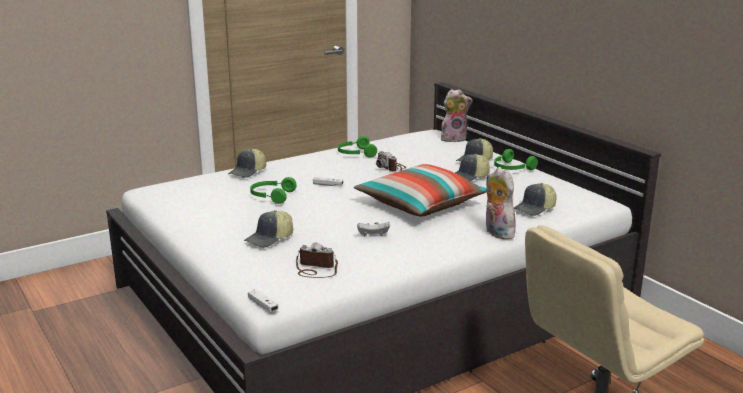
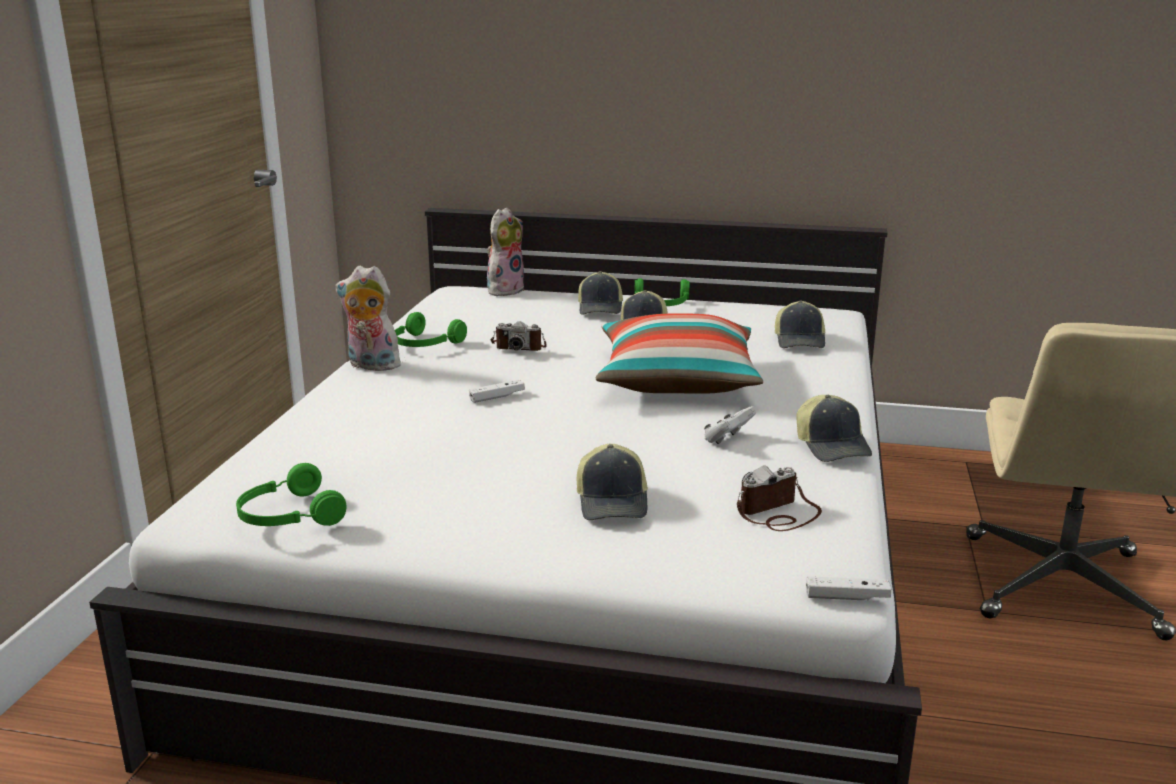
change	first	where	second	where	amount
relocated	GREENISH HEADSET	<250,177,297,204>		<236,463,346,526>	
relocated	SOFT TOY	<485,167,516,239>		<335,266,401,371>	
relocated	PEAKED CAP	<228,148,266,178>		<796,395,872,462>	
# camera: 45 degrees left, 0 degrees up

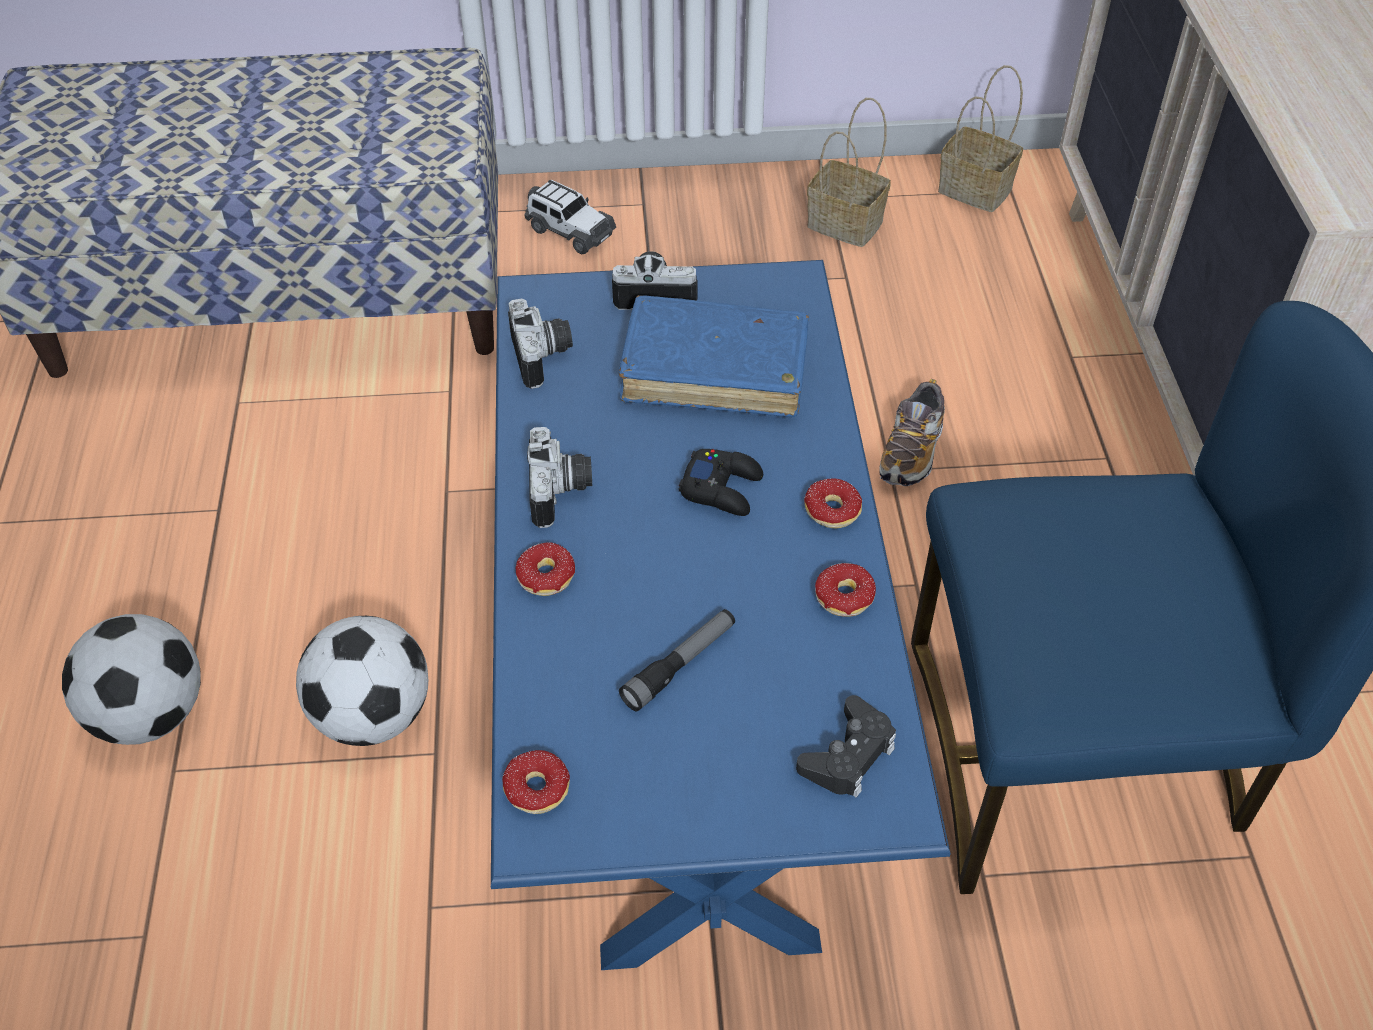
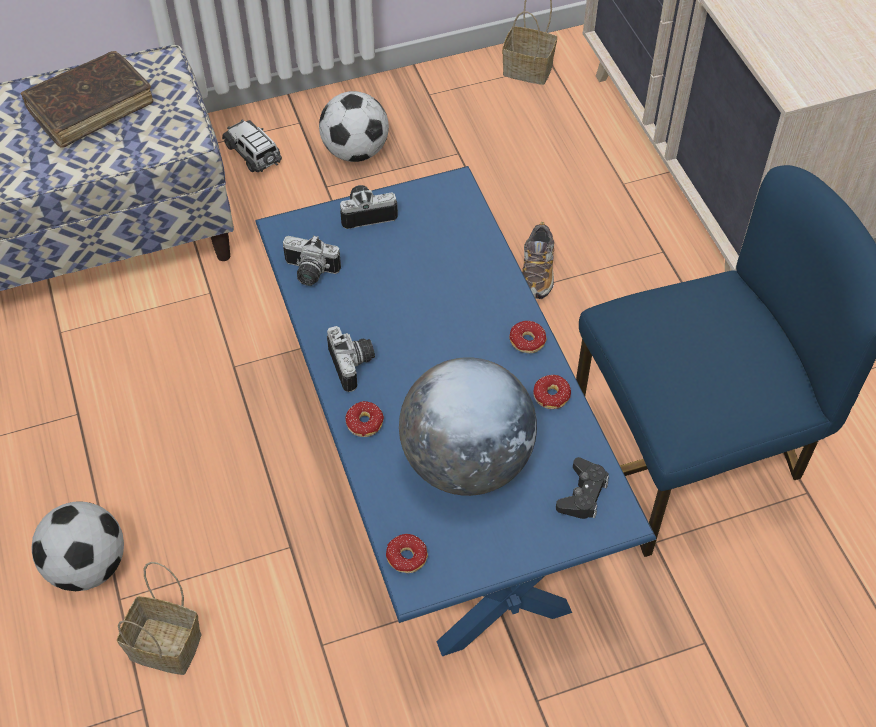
change	first	where	second	where	amount
appeared			BROWN VOLUME	<20,51,153,148>	
relocated	BASKET	<807,98,891,247>		<117,562,201,675>	
spun	MODEL CAR	<524,180,616,254>		<222,119,282,172>	150 degrees counterclockwise
spun	STILL CAMERA	<508,298,573,389>		<283,235,341,286>	135 degrees clockwise
relocated	FOOTBALL BALL	<296,616,429,746>		<319,91,389,162>	
exchanged	TORCH	<619,609,735,712>	DESK GLOBE	<399,357,537,496>	
missing	BLUISH VOLUME	<619,295,809,417>			
missing	BLACK GAME CONTROLLER	<679,449,763,516>			
# camera: 15 degrees left, 5 degrees up

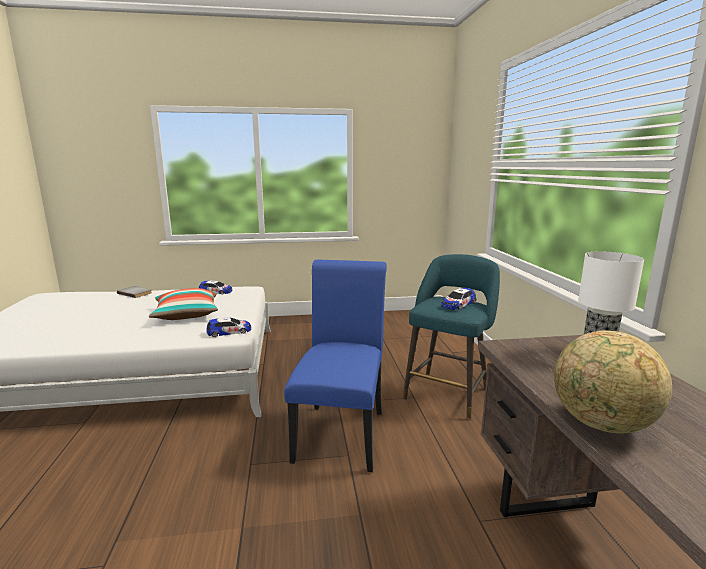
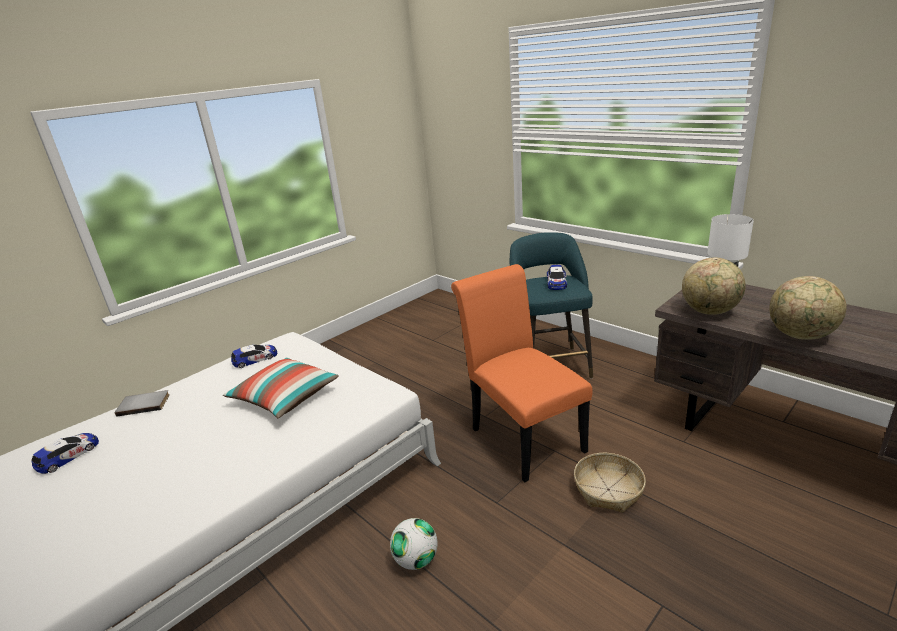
change	first	where	second	where	amount
relocated	MODEL CAR	<206,317,251,337>		<31,433,99,474>	
appeared			FOOTBALL BALL	<390,518,437,570>	
colour	BLUISH UPRIGHT CHAIR	<284,260,387,472>	ORANGEY UPRIGHT CHAIR	<451,264,592,482>	
appeared			BASKET	<574,453,646,513>	
appeared			DESK GLOBE	<682,258,746,315>	
# camera: 35 degrees left, 10 degrees up

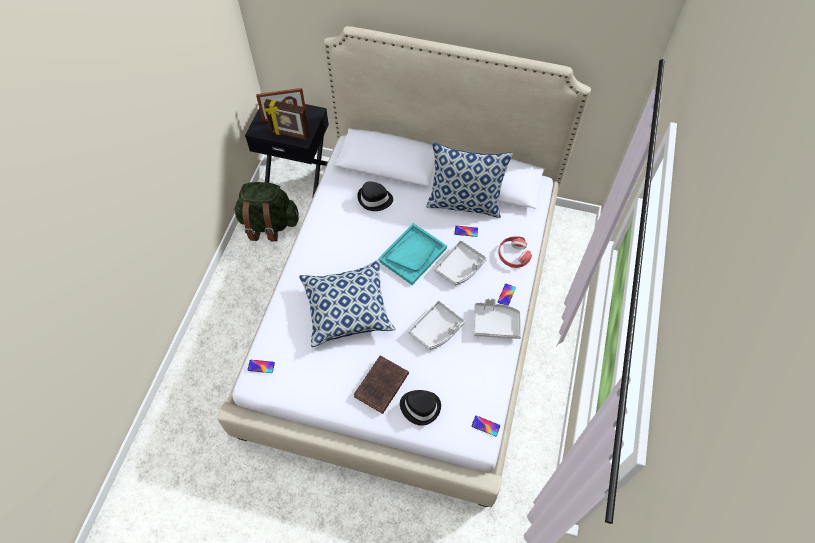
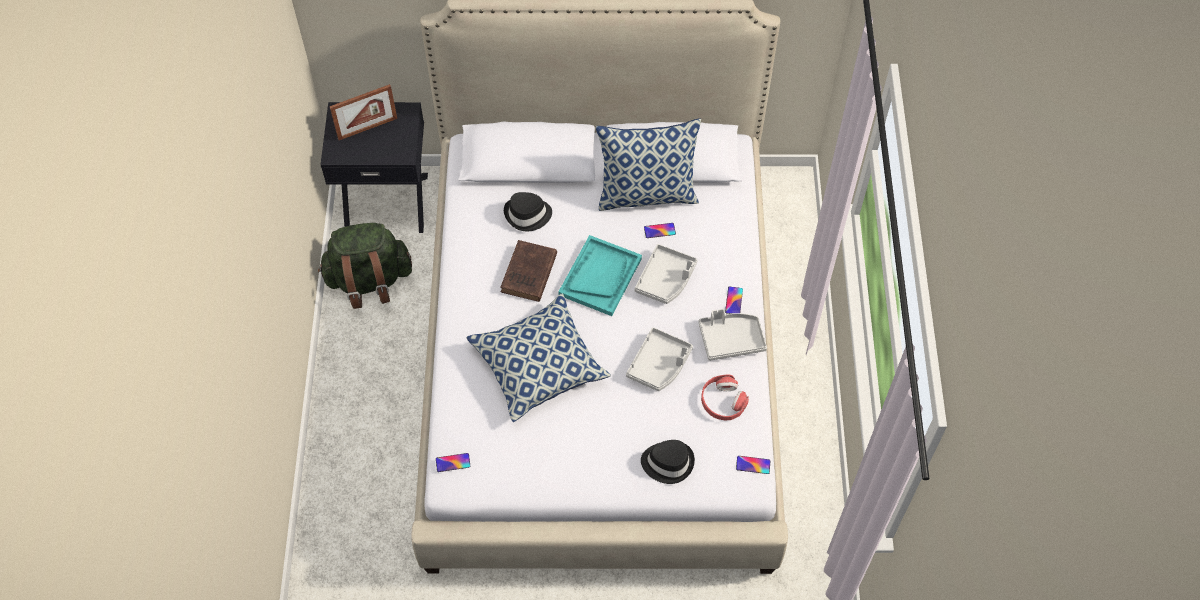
change	first	where	second	where	amount
relocated	BROWN VOLUME	<354,356,409,414>		<500,240,557,302>	
relocated	RED HEADSET	<498,236,532,268>		<701,375,749,421>	
missing	PHOTO FRAME	<264,99,310,141>			
# camera: 15 degrees left, 0 degrees up

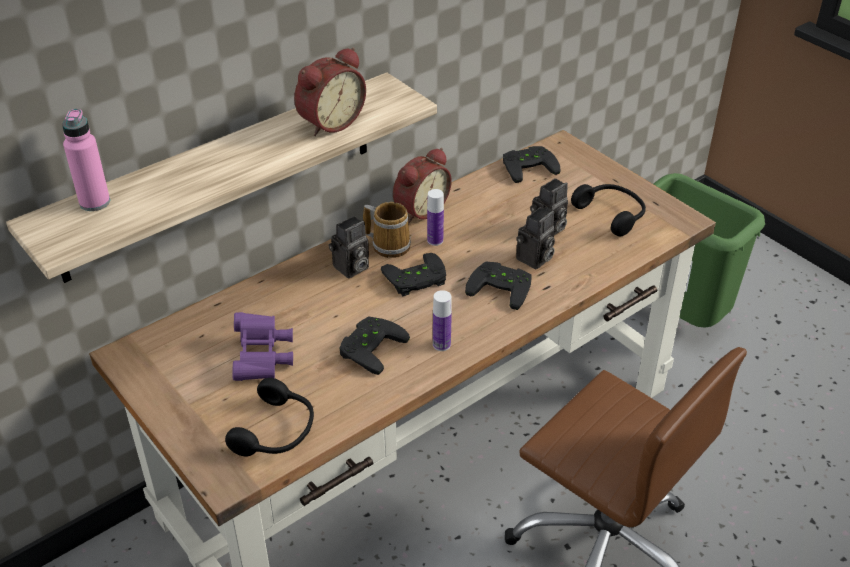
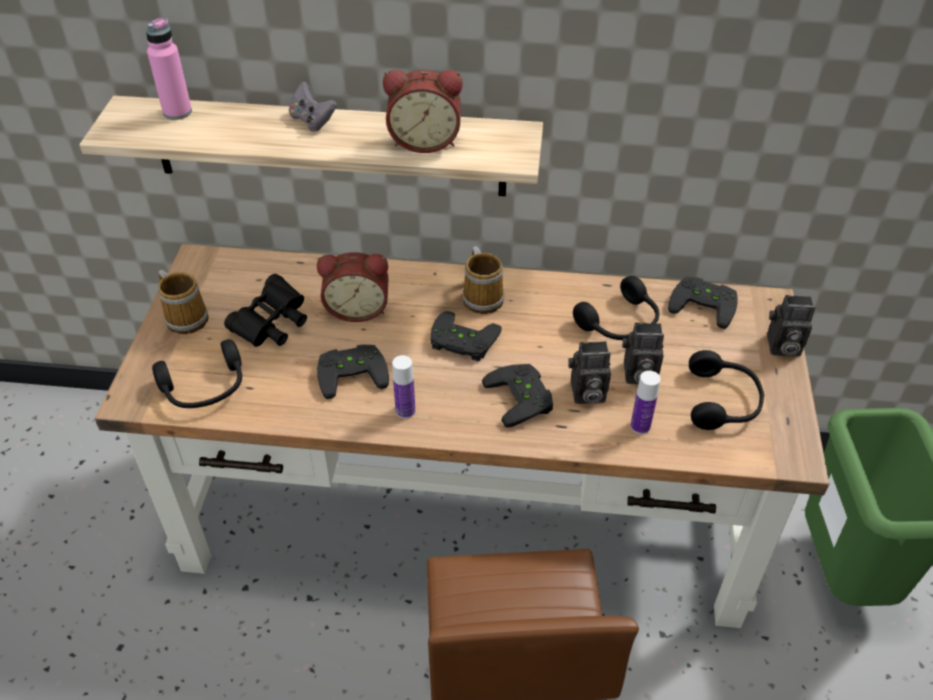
change	first	where	second	where	amount
appeared			TEA MUG	<158,270,209,334>	
colour	PURPLISH BINOCULARS	<233,312,293,381>	BLACK BINOCULARS	<224,274,307,347>	
appeared			GRAY GAME CONTROLLER	<289,81,337,131>	
relocated	ALARM CLOCK	<393,148,452,223>		<317,252,388,322>	
appeared			BLACK HEADSET	<573,276,659,340>	
relocated	DRINK BOTTLE	<427,189,444,246>		<630,371,661,434>	
relocated	STILL CAMERA	<329,216,369,279>		<767,295,816,357>	
# camera: 45 degrees right, 5 degrees up

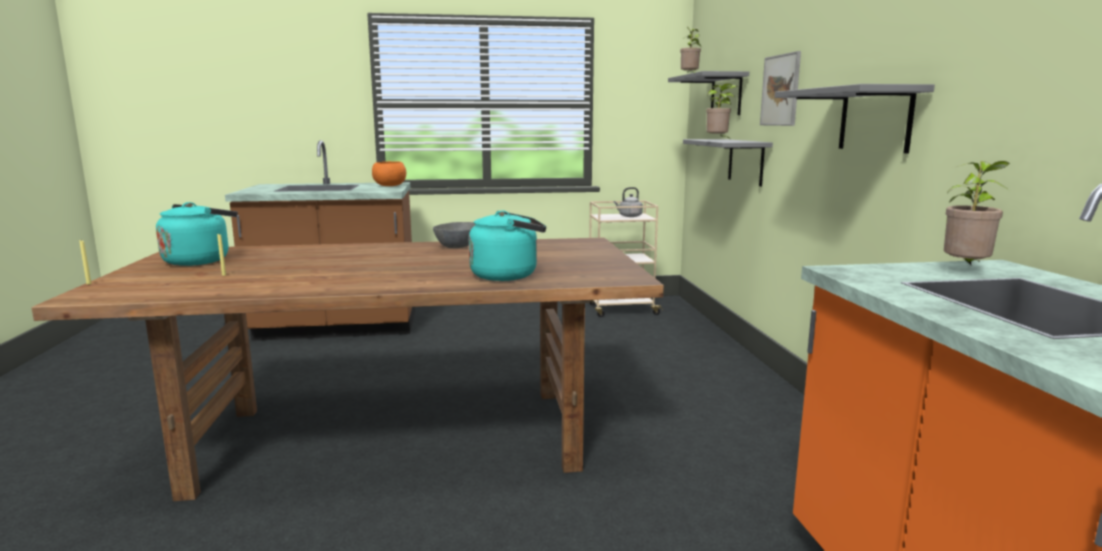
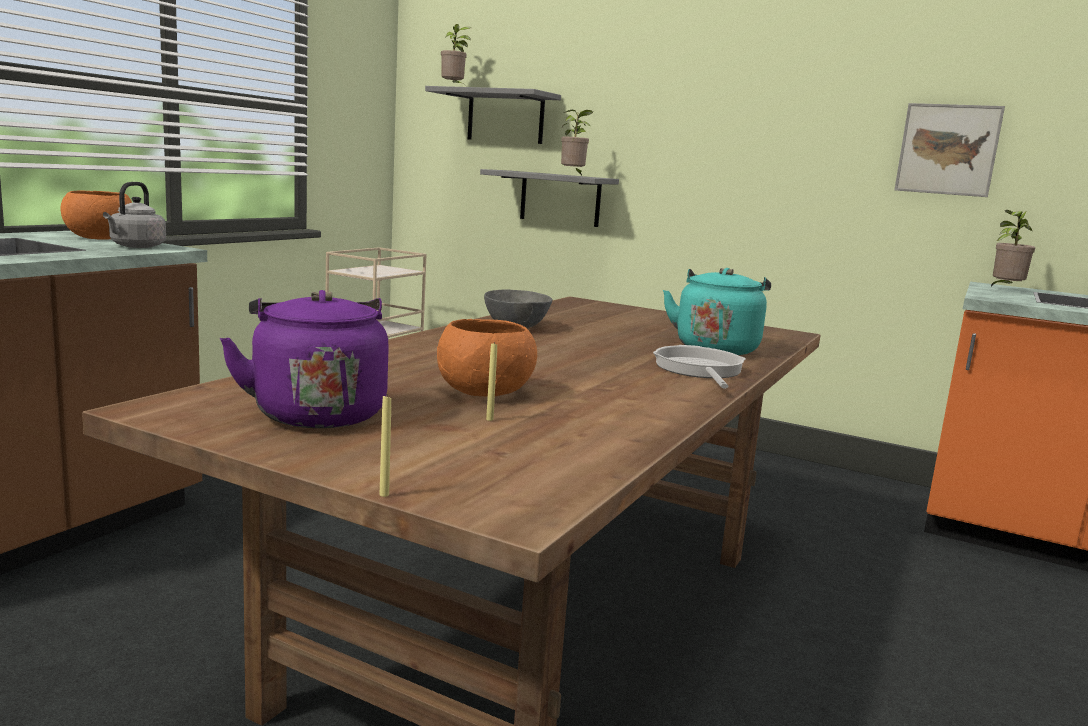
change	first	where	second	where	amount
relocated	GRAY WATER KETTLE	<614,187,643,217>		<103,182,166,248>	
colour	TURQUOISE WATER KETTLE	<156,202,238,266>	PURPLISH WATER KETTLE	<220,290,389,428>	
appeared			ORANGEY BOWL	<437,319,537,397>	
appeared			PAN	<653,345,746,389>	
relocated	WALL PICTURE	<760,51,801,126>		<894,103,1005,197>	
missing	GRAY WALL SHELF	<775,84,935,153>			
# camera: 55 degrees left, 0 degrees up

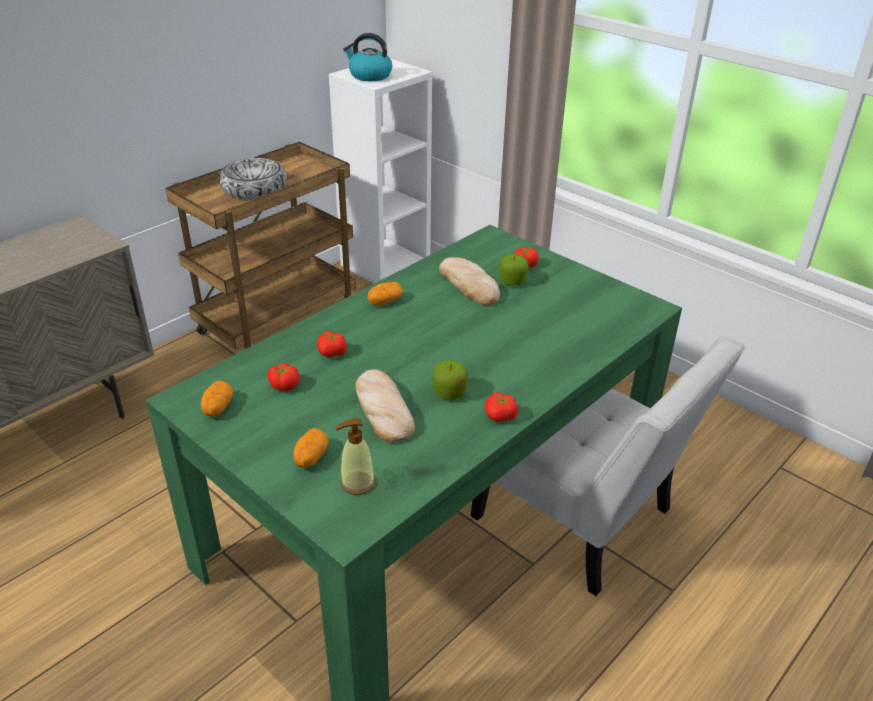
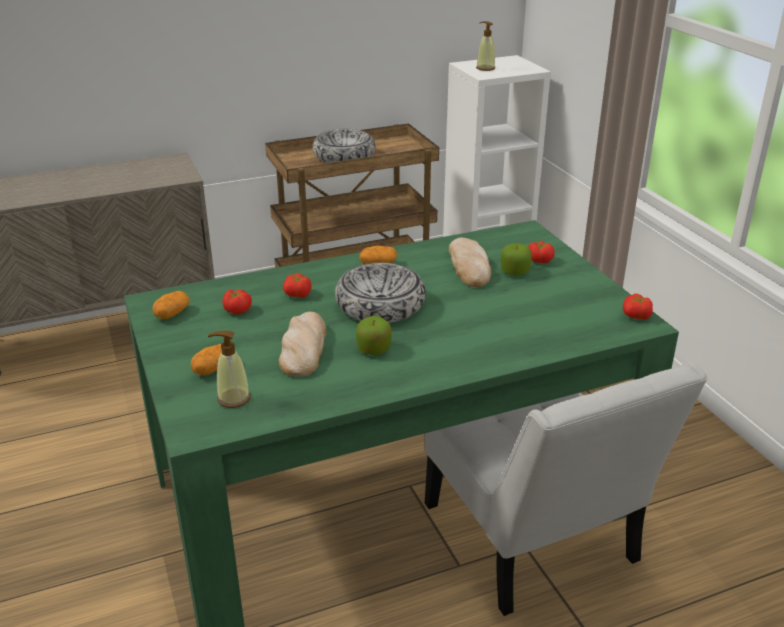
change	first	where	second	where	amount
appeared			BOWL	<335,262,426,323>	
exchanged	WATER KETTLE	<343,33,392,81>	SOAP DISPENSER	<476,21,495,71>	
relocated	TOMATO	<485,392,518,422>		<623,293,653,320>	
# camera: 25 degrees right, 5 degrees down

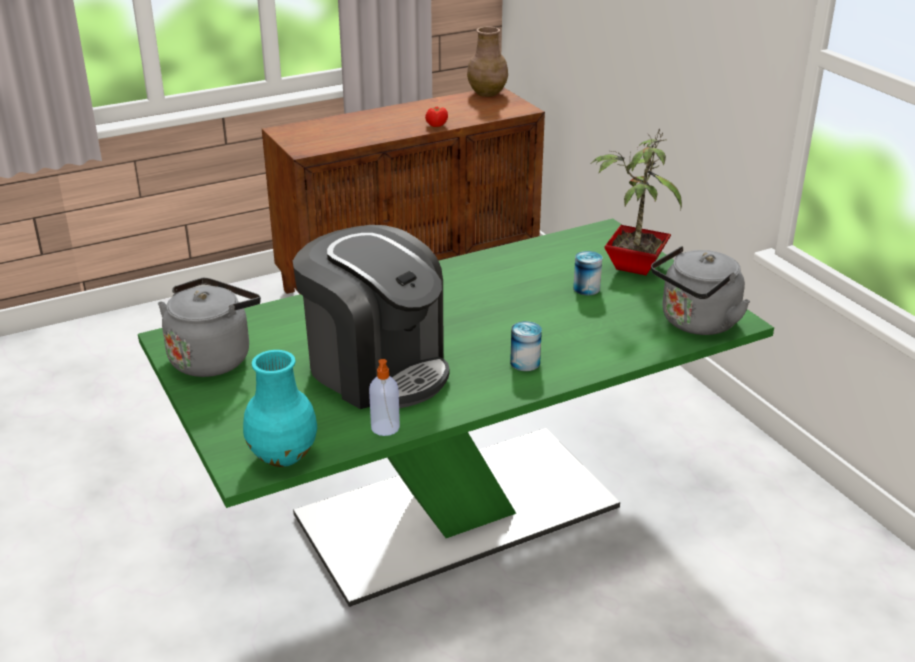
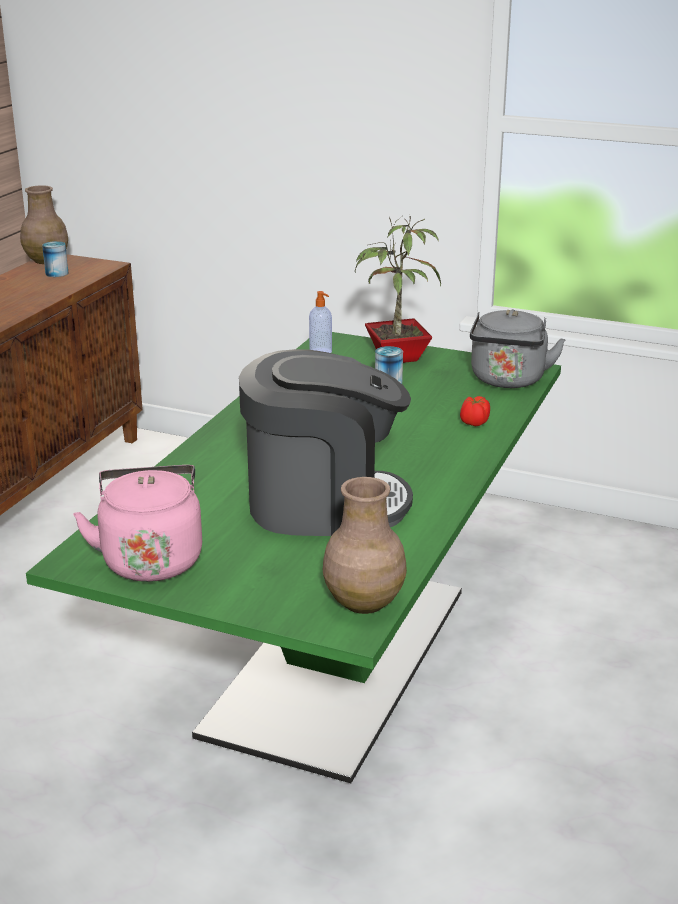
change	first	where	second	where	amount
relocated	CAN	<510,321,542,371>		<42,241,68,277>	
colour	GRAY WATER KETTLE	<158,278,261,377>	PINK-COLOURED WATER KETTLE	<73,465,202,582>	
relocated	SOAP DISPENSER	<369,359,400,436>		<309,291,332,353>	
colour	TURQUOISE FLOWER VASE	<243,350,317,467>	BROWN FLOWER VASE	<323,477,407,614>	
relocated	TOMATO	<425,106,448,127>		<460,396,490,426>	
# camera: 40 degrees left, 5 degrees down

